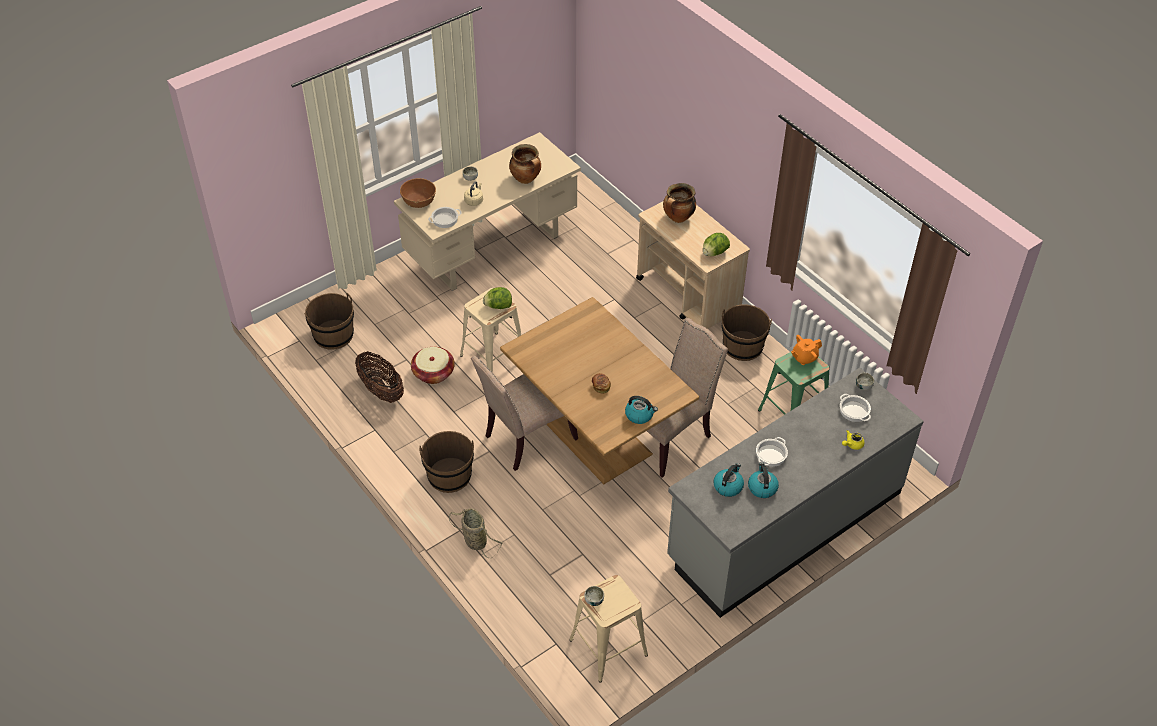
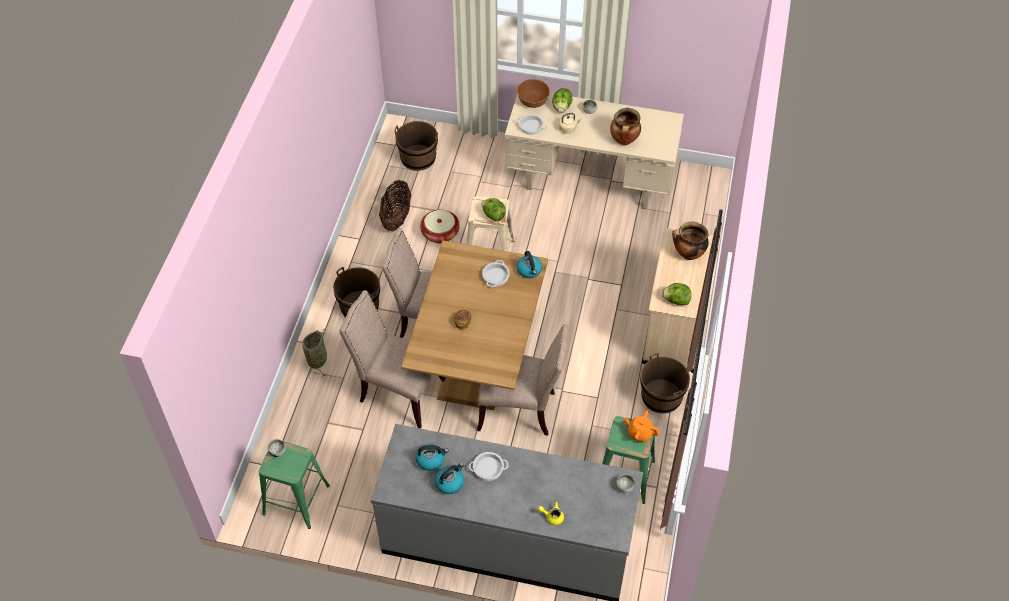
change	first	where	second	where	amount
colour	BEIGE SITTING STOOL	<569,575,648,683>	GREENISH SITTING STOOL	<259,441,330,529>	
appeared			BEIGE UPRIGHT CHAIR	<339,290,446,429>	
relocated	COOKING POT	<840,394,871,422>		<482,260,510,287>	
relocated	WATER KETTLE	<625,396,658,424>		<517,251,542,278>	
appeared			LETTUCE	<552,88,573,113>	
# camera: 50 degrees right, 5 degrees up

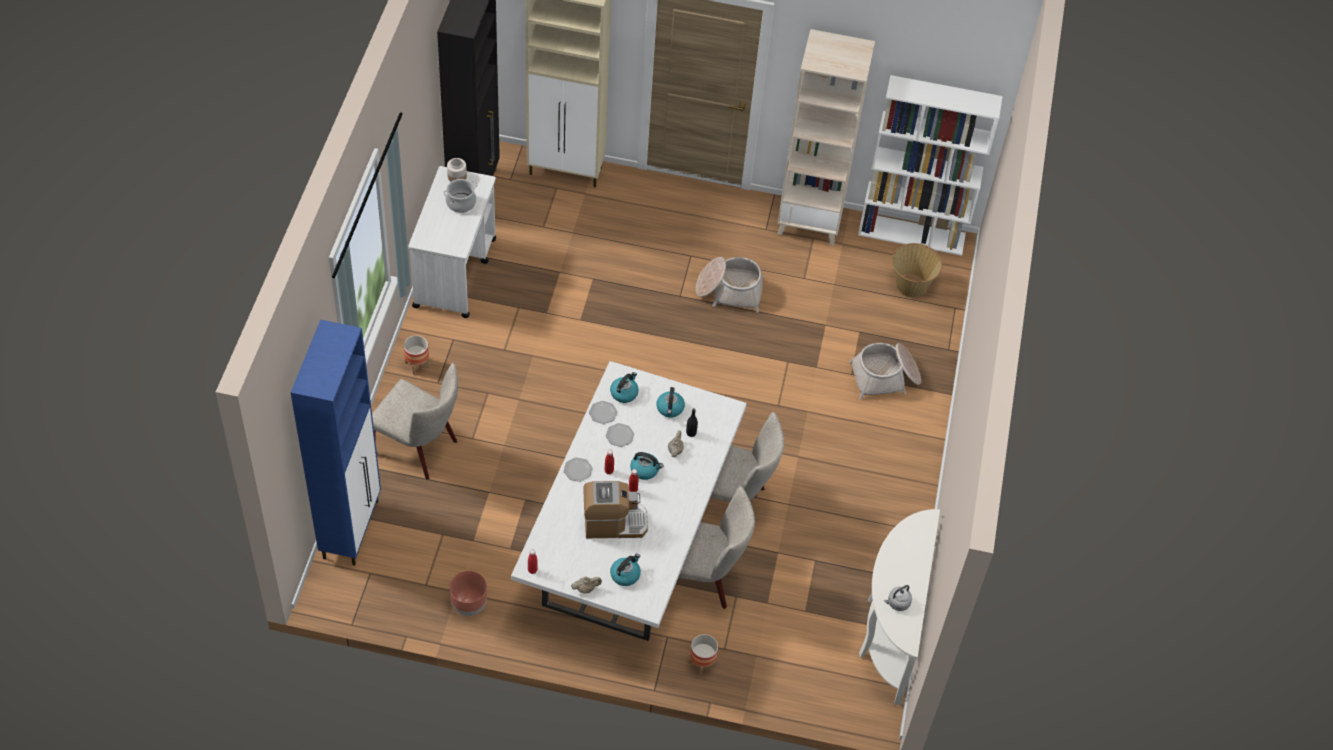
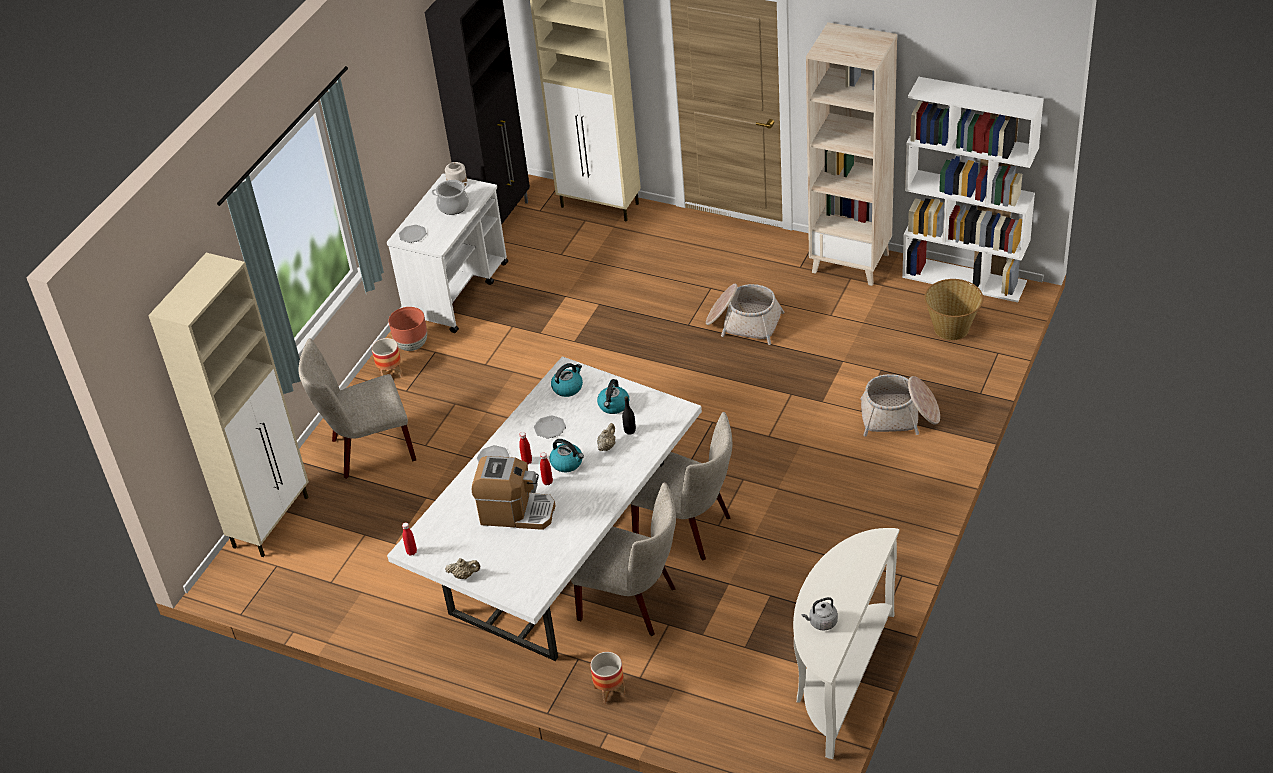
change	first	where	second	where	amount
colour	BLUISH CUPBOARD	<290,320,381,566>	BEIGE CUPBOARD	<148,253,309,557>	
spun	BEIGE UPRIGHT CHAIR	<372,363,458,480>		<299,338,416,479>	120 degrees clockwise
relocated	BROWN PLANTER	<449,571,487,616>		<389,307,427,351>	
relocated	FLAT DISH	<589,401,617,424>		<399,225,427,243>	
missing	WATER KETTLE	<610,553,641,586>			
# camera: 20 degrees right, 10 degrees down

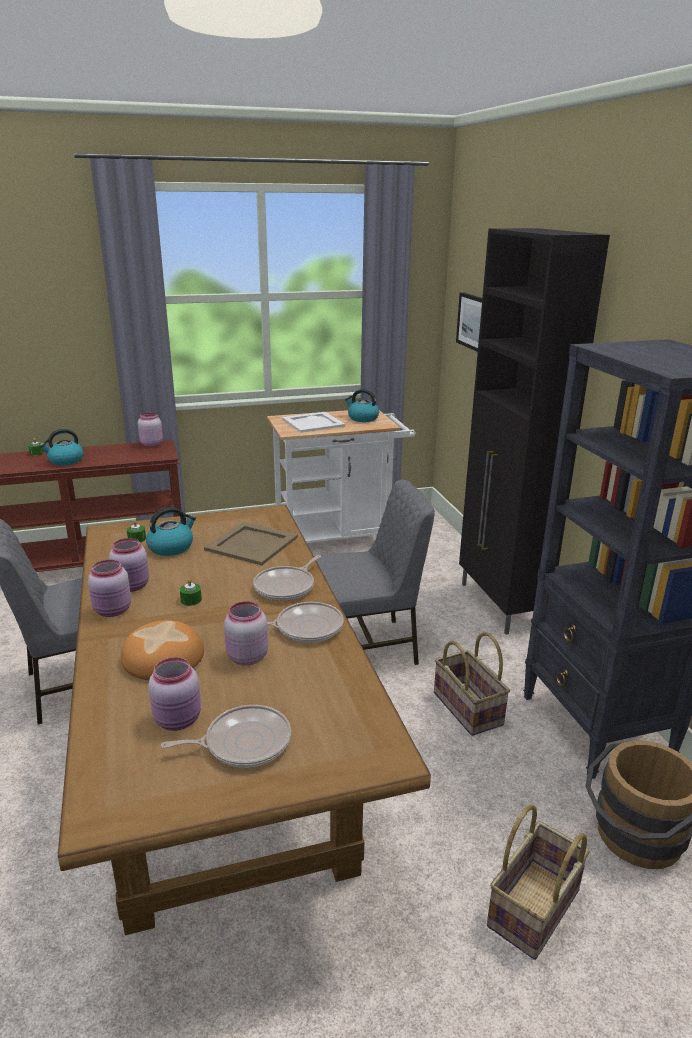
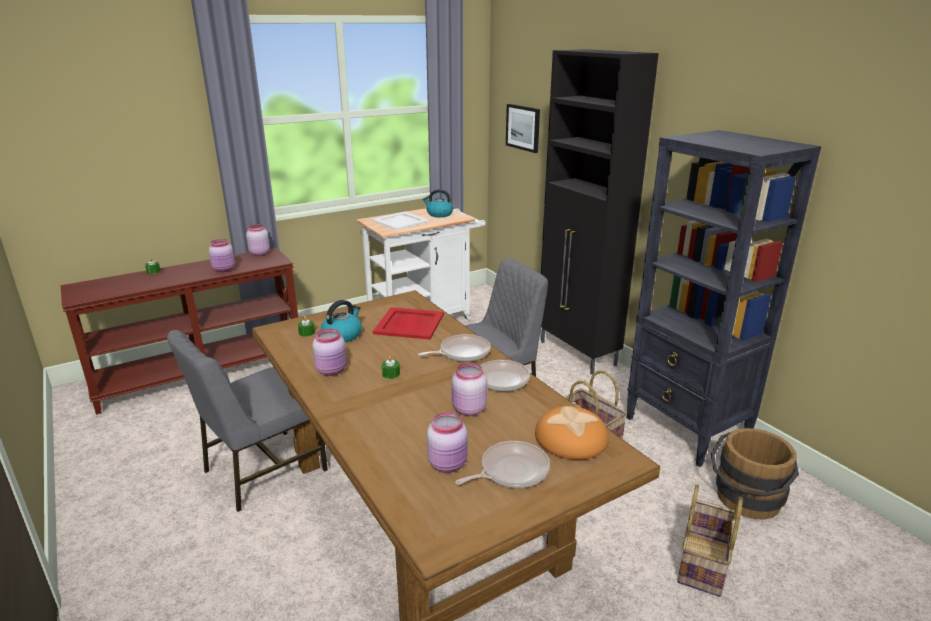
change	first	where	second	where	amount
relocated	PINK-COLOURED STORAGE JAR	<88,560,131,617>		<209,239,235,272>	
colour	BEIGE TRAY	<204,522,298,565>	RED TRAY	<373,307,444,340>	
spun	PAN	<253,555,321,601>		<418,334,491,362>	135 degrees counterclockwise
relocated	BAKED BREAD	<121,620,204,680>		<535,406,609,460>	
missing	WATER KETTLE	<40,429,84,465>			
# camera: 15 degrees left, 0 degrees up

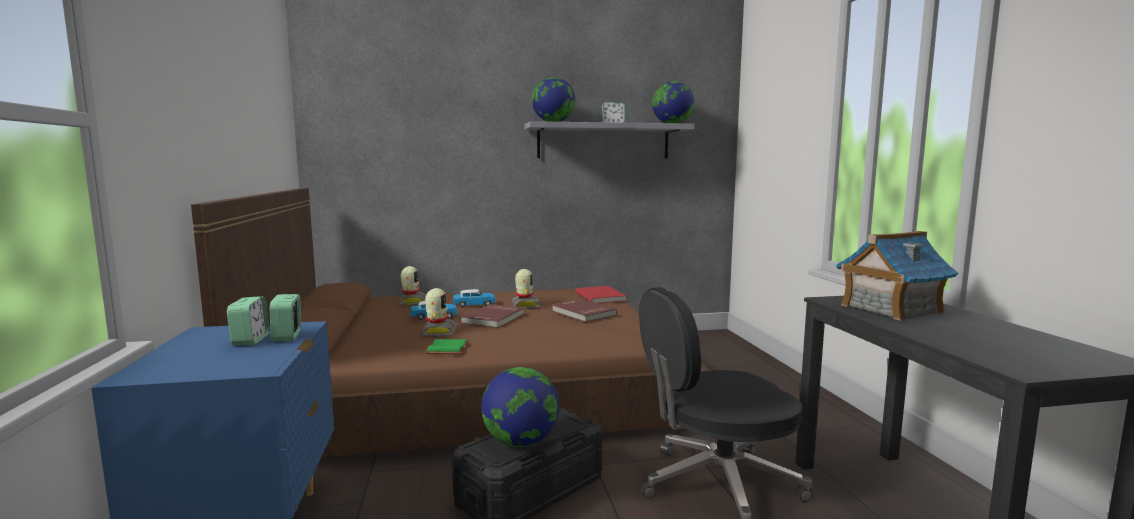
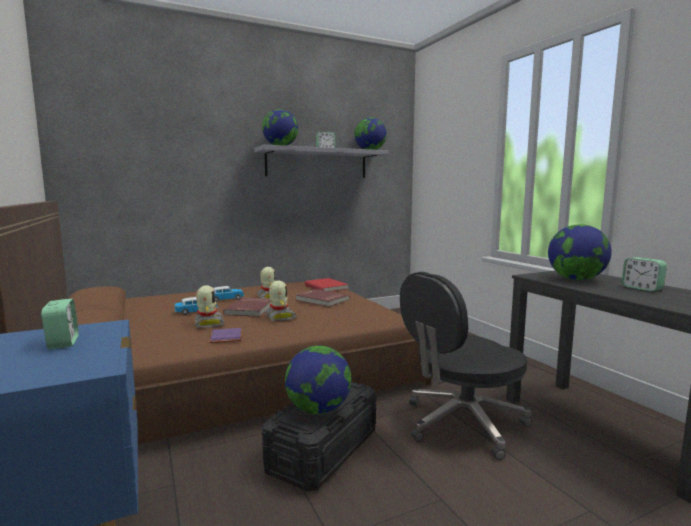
change	first	where	second	where	amount
colour	GREENISH VOLUME	<425,339,469,354>	PURPLISH VOLUME	<209,328,242,343>	
relocated	ROBOT FIGURE	<398,266,426,305>		<265,281,297,321>	
exchanged	MODEL HOUSE	<836,231,958,321>	DESK GLOBE	<548,224,612,280>	
relocated	ALARM CLOCK	<270,294,301,342>		<622,257,667,291>	
# camera: 15 degrees left, 0 degrees up

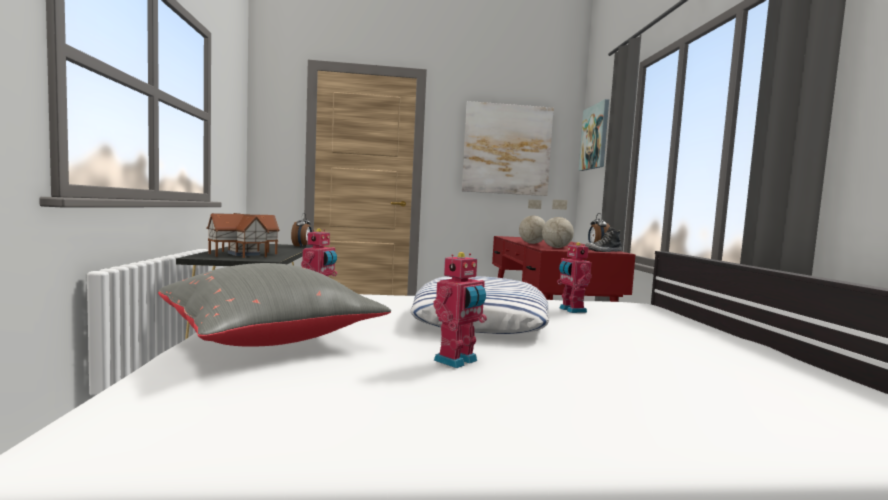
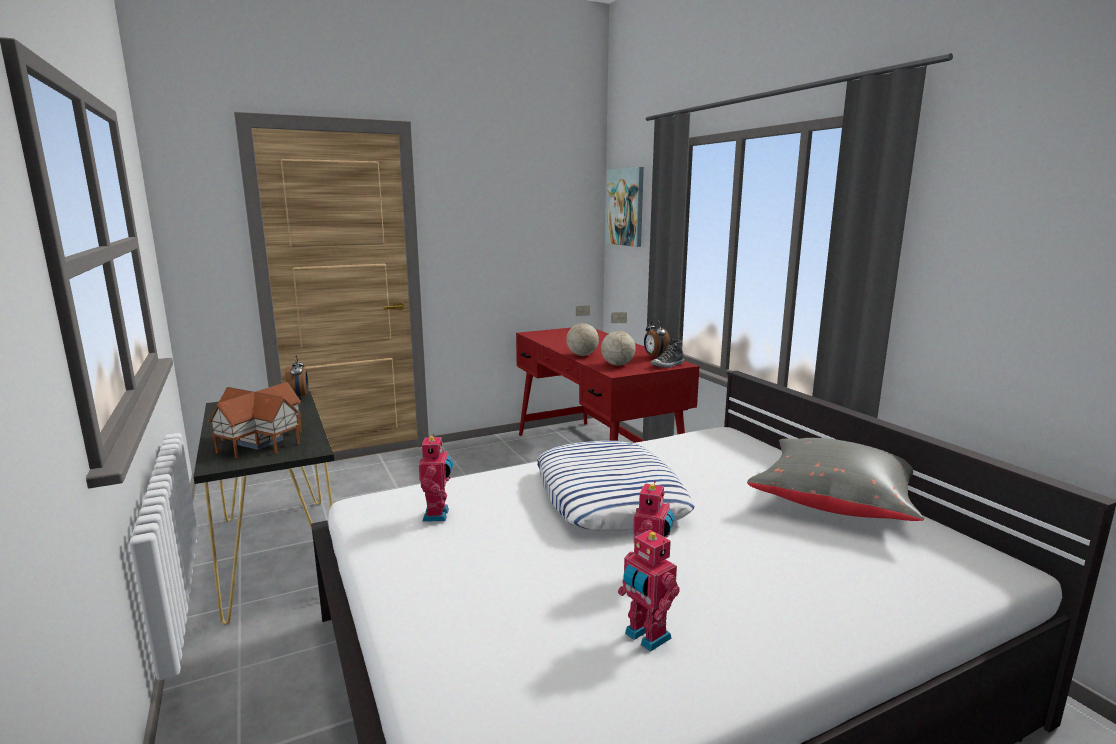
change	first	where	second	where	amount
relocated	ROBOT FIGURE	<557,242,592,313>		<618,528,680,652>	
relocated	GRAY PILLOW	<158,263,391,347>		<747,438,924,521>	
missing	WALL PICTURE	<462,101,554,196>			
# camera: 20 degrees left, 10 degrees up

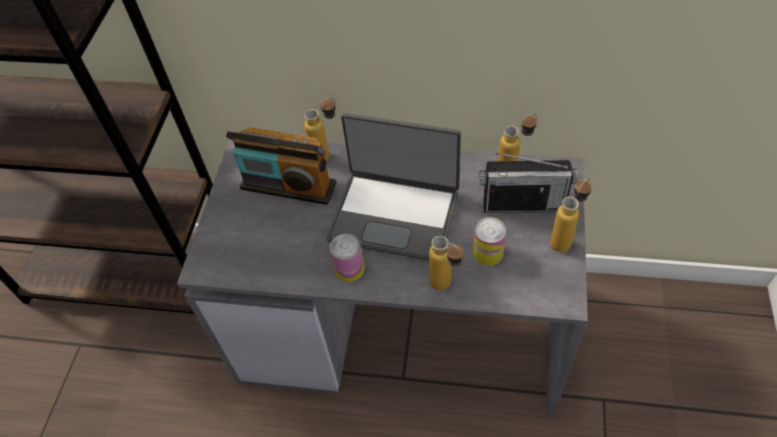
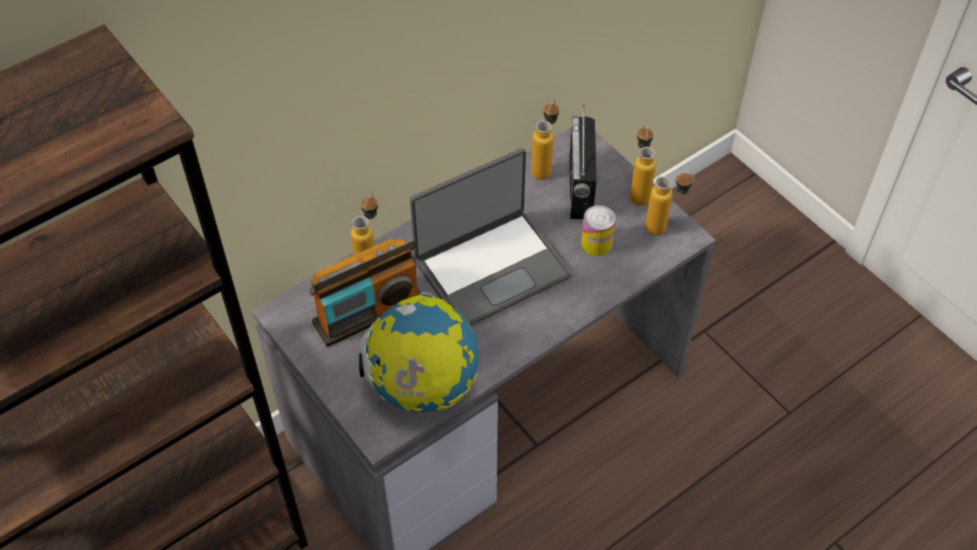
change	first	where	second	where	amount
appeared			DESK GLOBE	<359,292,479,413>	
spun	RADIO RECEIVER	<479,153,578,213>		<570,105,597,219>	135 degrees clockwise
relocated	DRINK BOTTLE	<429,236,464,290>		<645,172,695,235>	
missing	CAN	<329,234,365,282>			
# camera: 50 degrees left, 0 degrees up

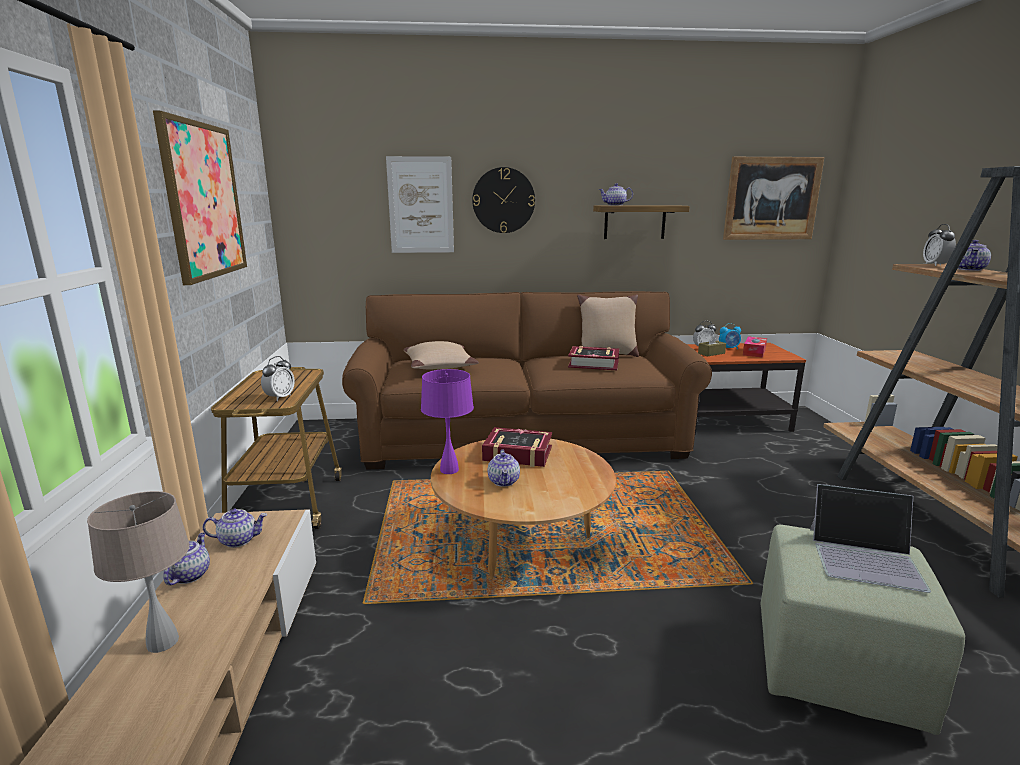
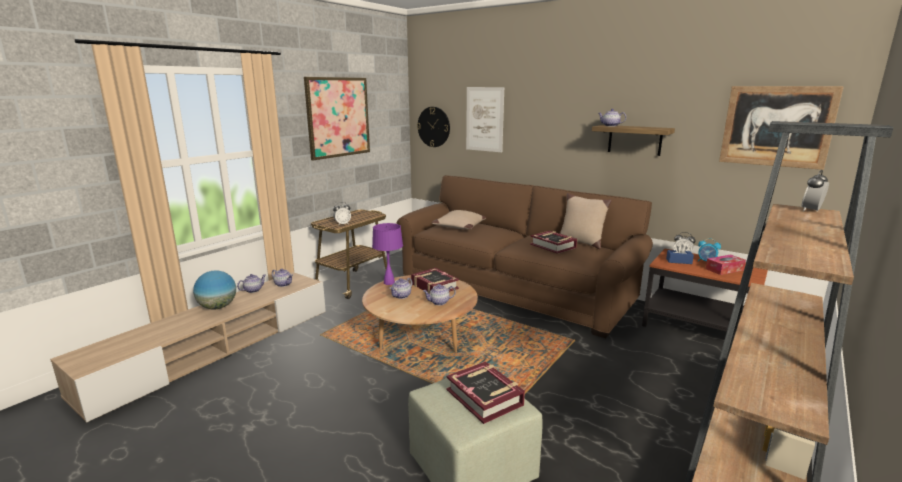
change	first	where	second	where	amount
exchanged	BEIGE TABLE LAMP	<87,491,190,653>	DESK GLOBE	<193,270,236,309>	
relocated	WALL CLOCK	<472,167,535,233>		<417,107,450,147>	
relocated	TEAPOT	<957,240,991,271>		<423,284,456,305>	
exchanged	LAPTOP	<810,484,931,593>	VOLUME	<446,362,525,424>	
colour	BROWN TISSUE BOX	<698,333,726,356>	BLUISH TISSUE BOX	<666,244,694,264>	
# camera: 40 degrees right, 0 degrees up

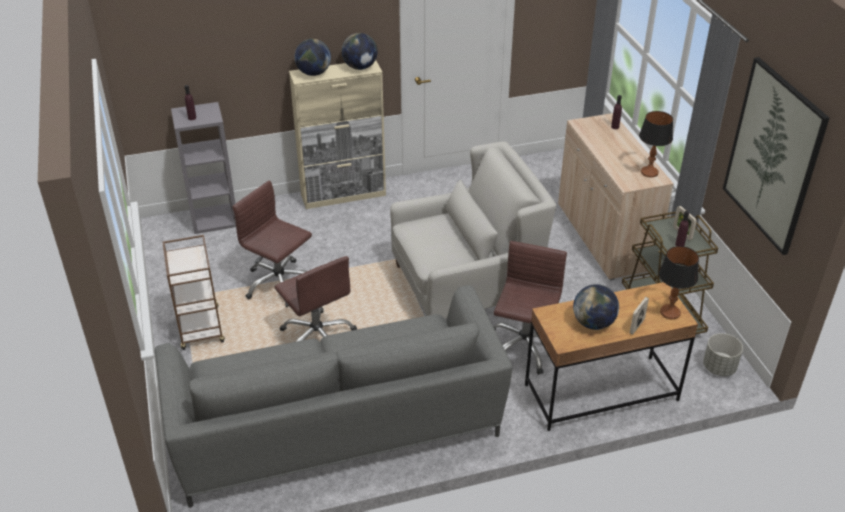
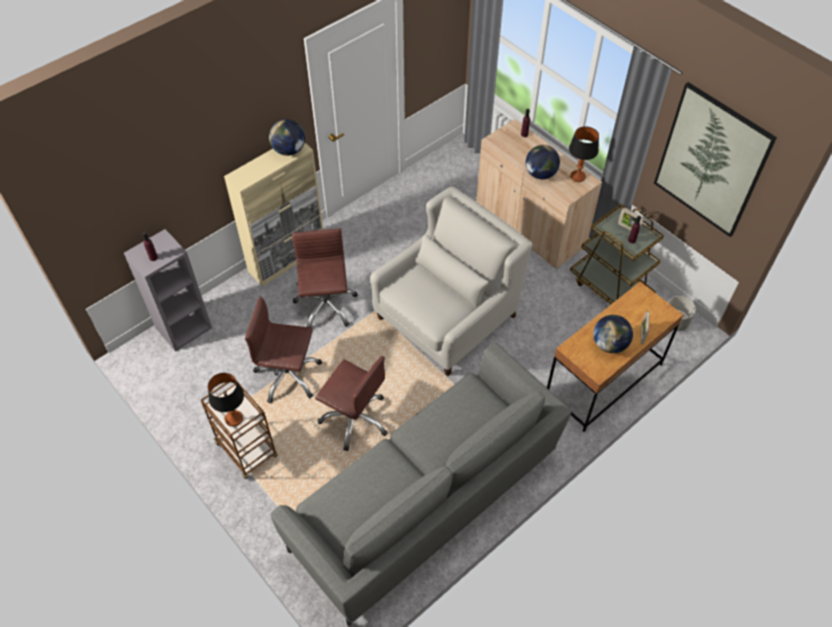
change	first	where	second	where	amount
relocated	TABLE LAMP	<659,246,699,319>		<208,373,244,427>	
relocated	BROWN OFFICE CHAIR	<493,241,567,375>		<292,228,358,328>	
relocated	DESK GLOBE	<294,39,331,76>		<526,145,560,179>	
# camera: 25 degrees left, 15 degrees up

